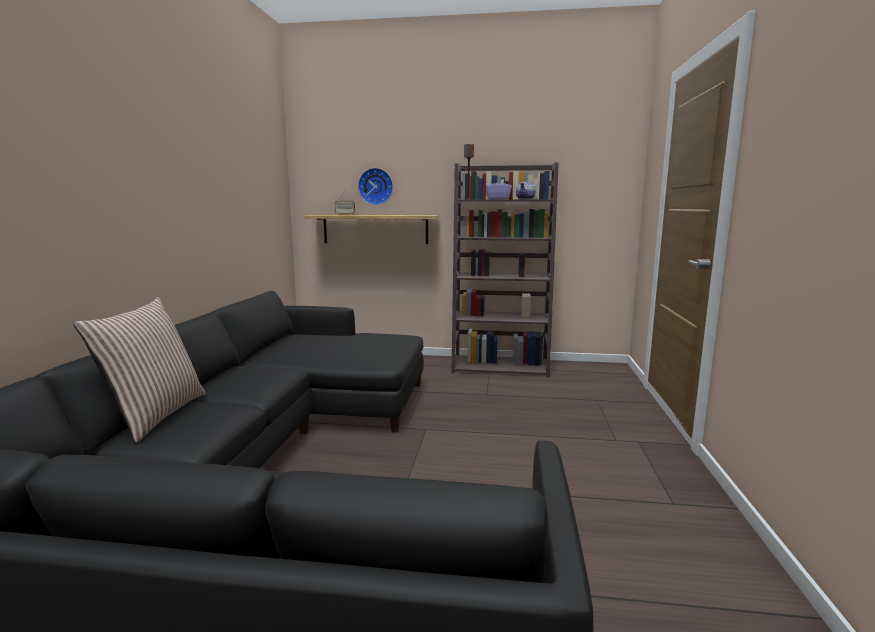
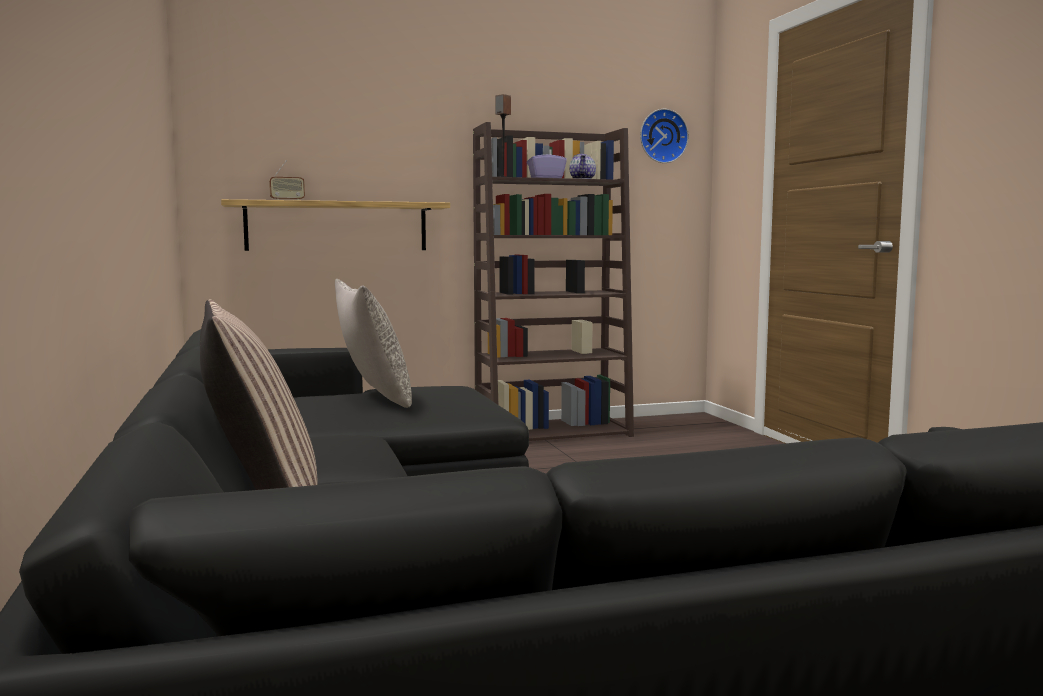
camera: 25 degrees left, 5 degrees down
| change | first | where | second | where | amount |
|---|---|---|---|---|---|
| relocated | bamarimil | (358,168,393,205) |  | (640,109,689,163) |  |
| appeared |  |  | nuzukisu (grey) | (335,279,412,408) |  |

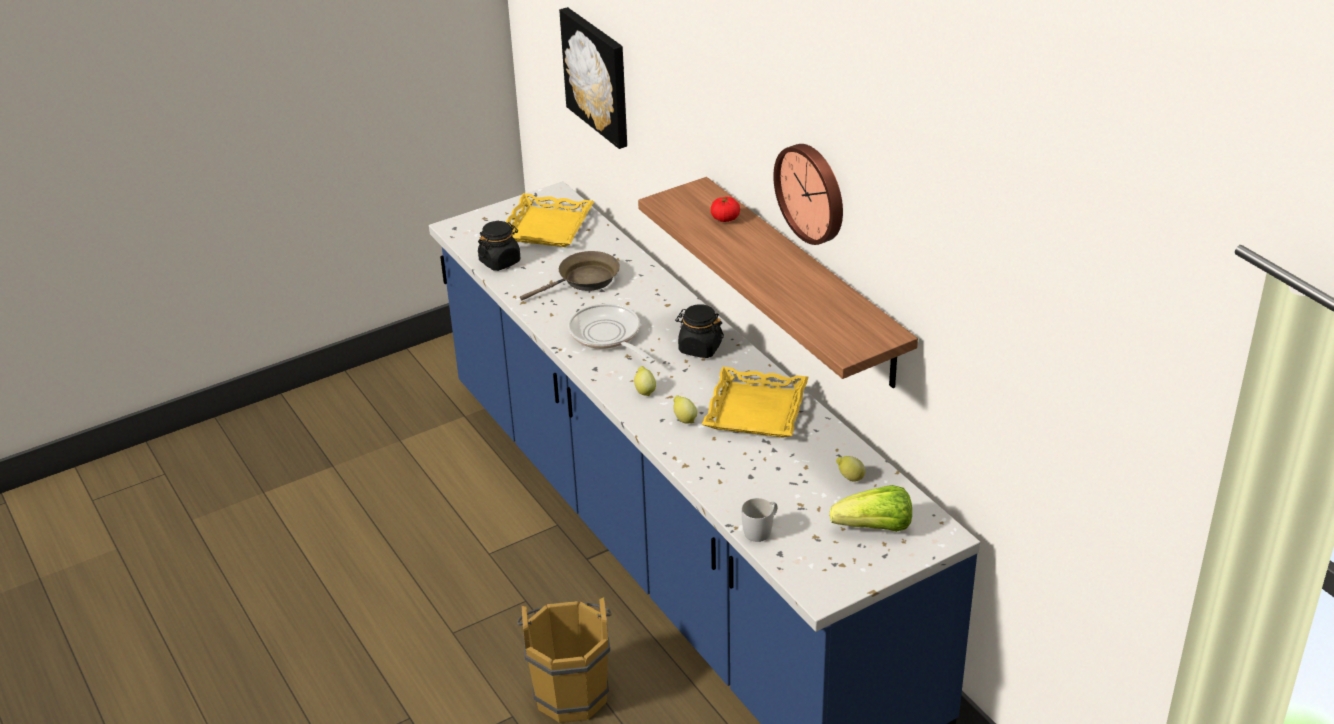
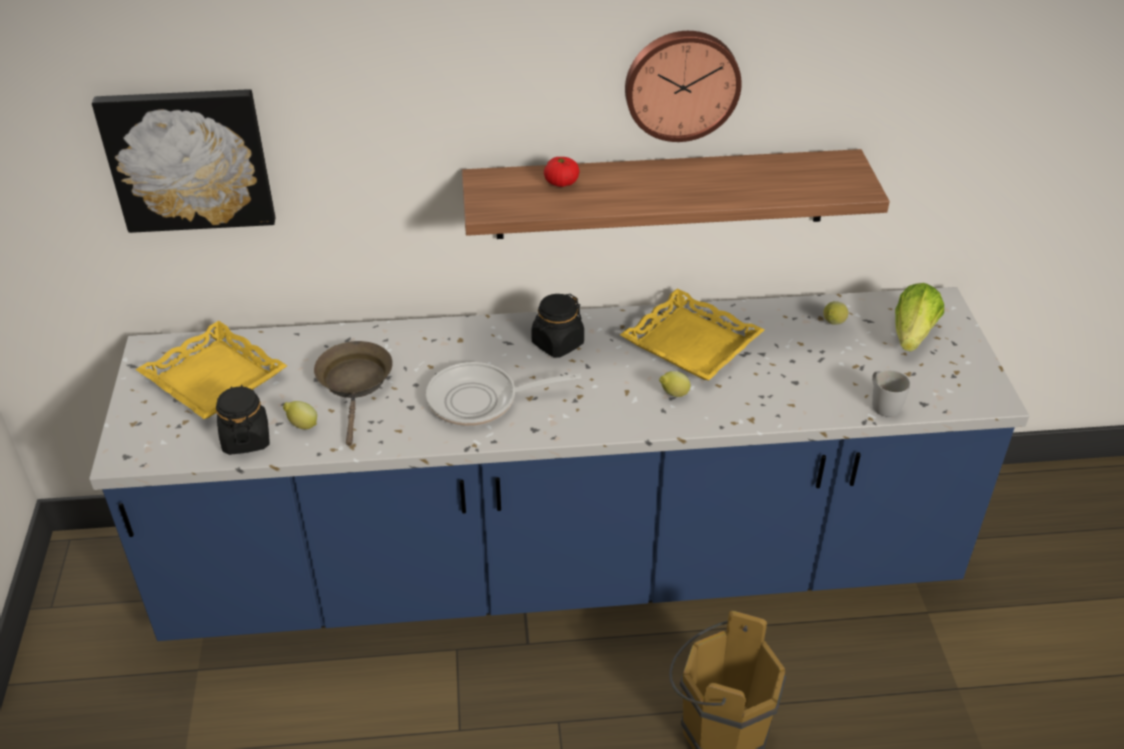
camera: 65 degrees left, 5 degrees up
| change | first | where | second | where | amount |
|---|---|---|---|---|---|
| relocated | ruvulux | (634,366,656,396) |  | (283,401,317,429) |  |

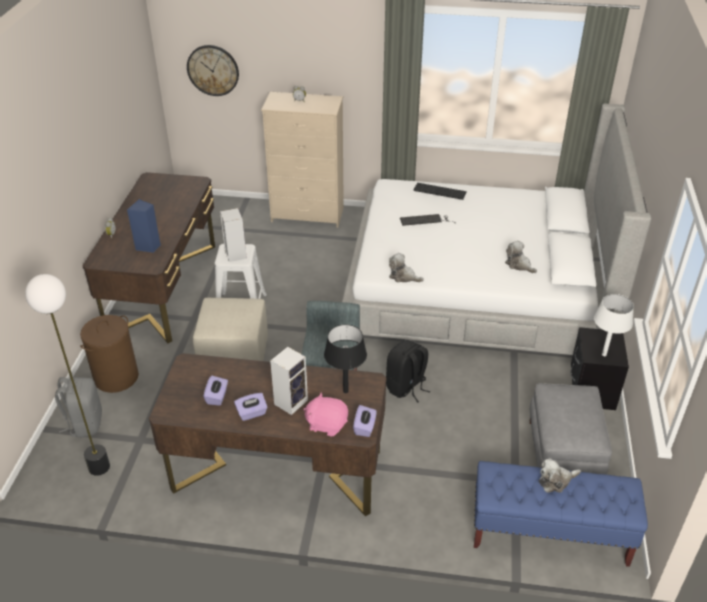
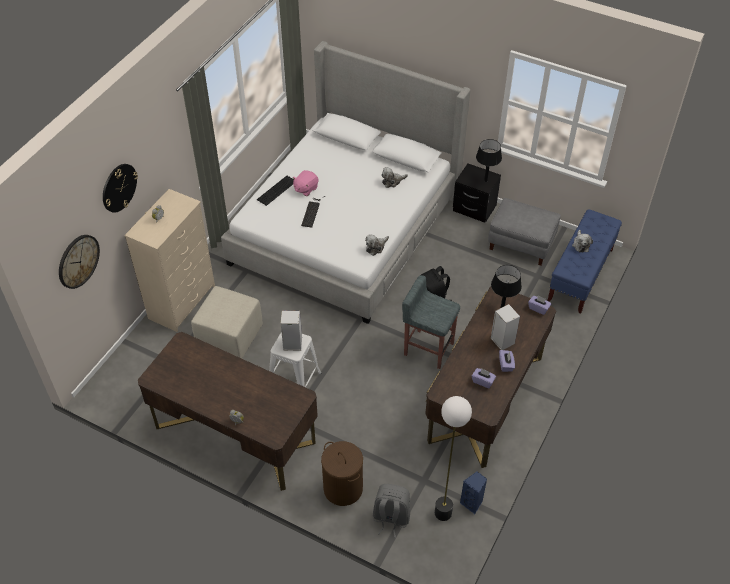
camera: 70 degrees left, 10 degrees up
| change | first | where | second | where | amount |
|---|---|---|---|---|---|
| relocated | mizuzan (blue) | (127,199,161,253) |  | (460,471,487,514) |  |
| relocated | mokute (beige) | (193,298,268,361) |  | (191,286,263,359) |  |
| relocated | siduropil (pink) | (303,392,348,437) |  | (293,170,319,196) |  |
| colour | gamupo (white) | (594,294,634,356) | gamupo (black) | (476,139,502,182) |  |
| appeared |  |  | bamarimil | (103,164,138,213) |  |

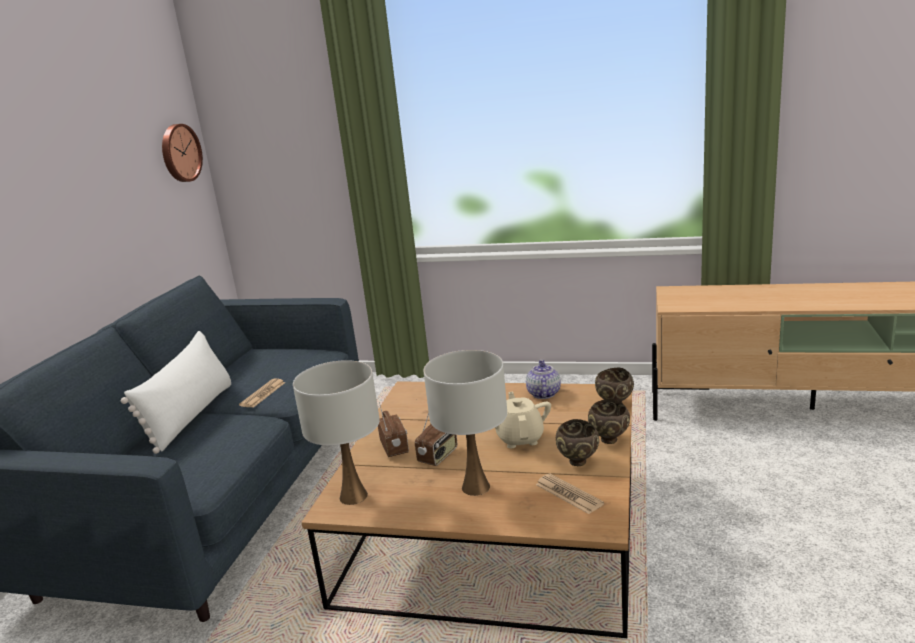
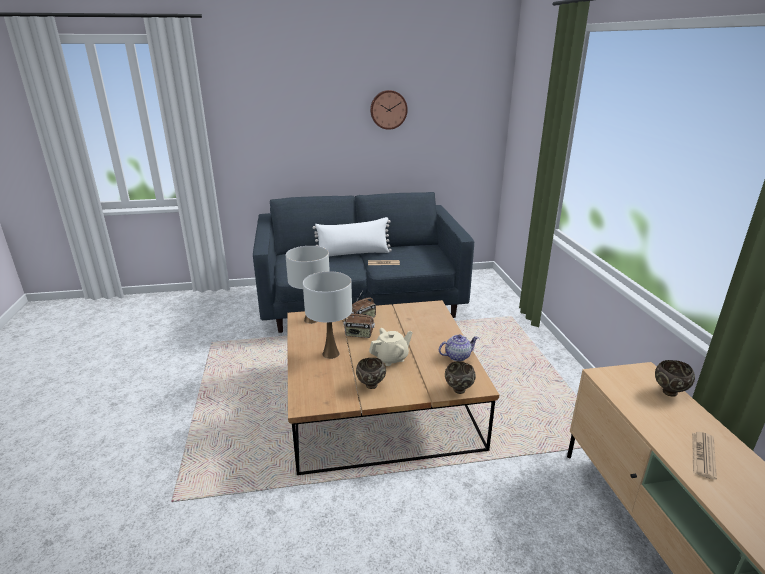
camera: 65 degrees right, 5 degrees up
| change | first | where | second | where | amount |
|---|---|---|---|---|---|
| relocated | bamarimil | (162,124,203,182) |  | (370,90,408,130) |  |
| relocated | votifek | (536,474,604,514) |  | (692,432,717,480) |  |
| relocated | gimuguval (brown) | (588,399,630,444) |  | (655,360,695,396) |  |

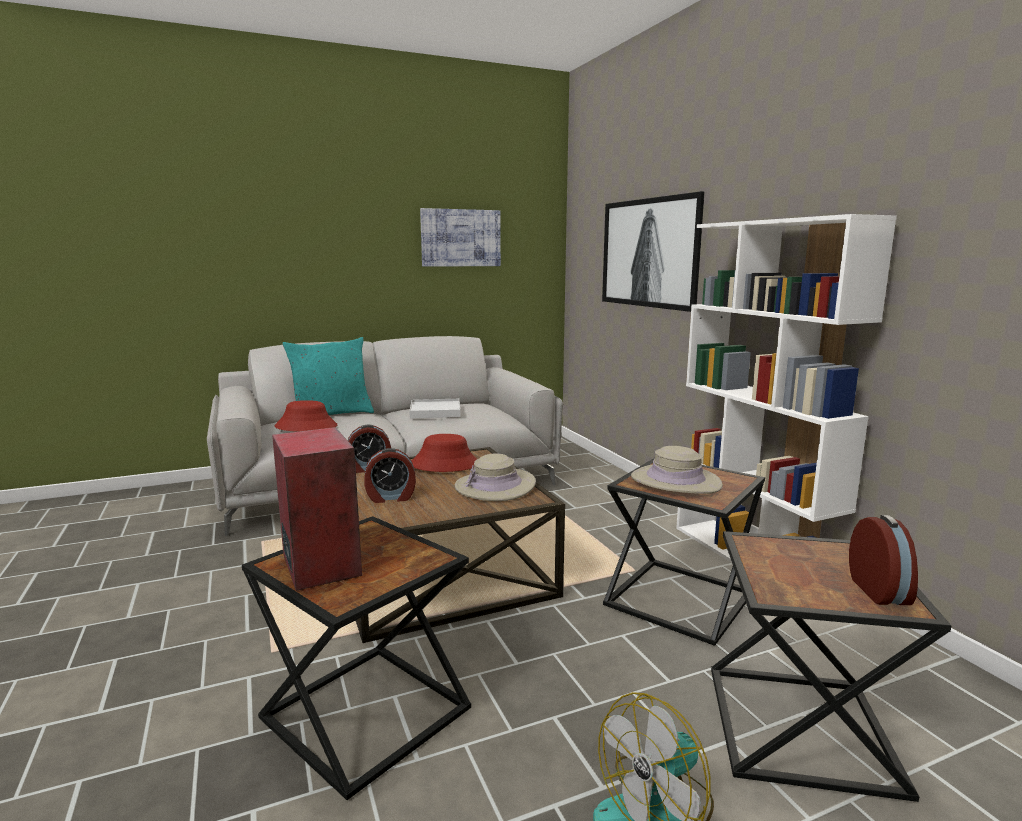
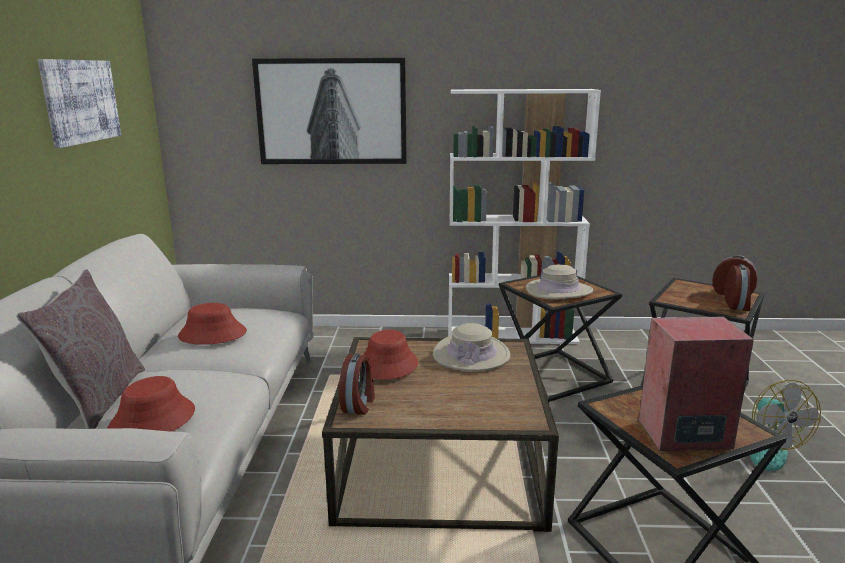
camera: 65 degrees left, 5 degrees up
| change | first | where | second | where | amount |
|---|---|---|---|---|---|
| colour | nuzukisu (turquoise) | (282,337,374,415) | nuzukisu (grey) | (16,269,145,429) |  |
| relocated | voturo | (364,448,416,503) |  | (725,264,751,311) |  |
| exchanged | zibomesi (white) | (409,399,461,418) | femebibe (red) | (178,303,247,345) |  |

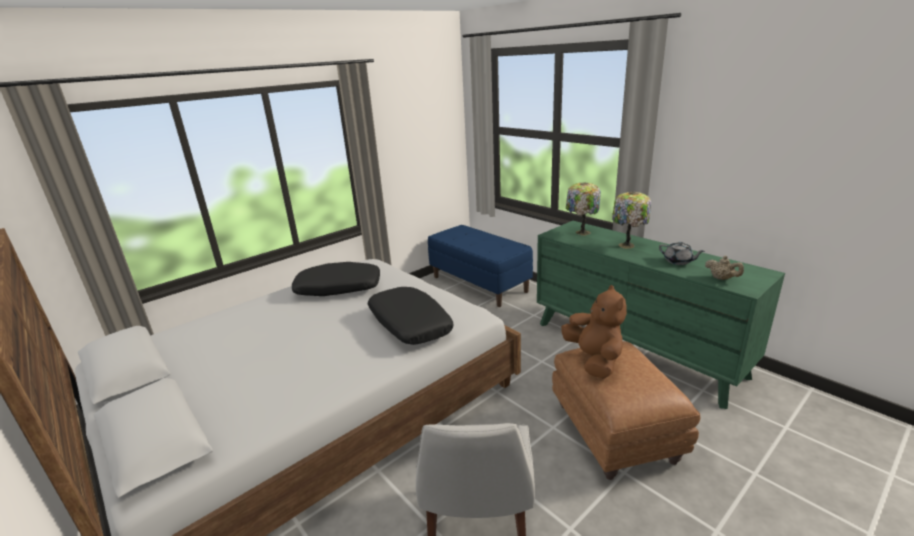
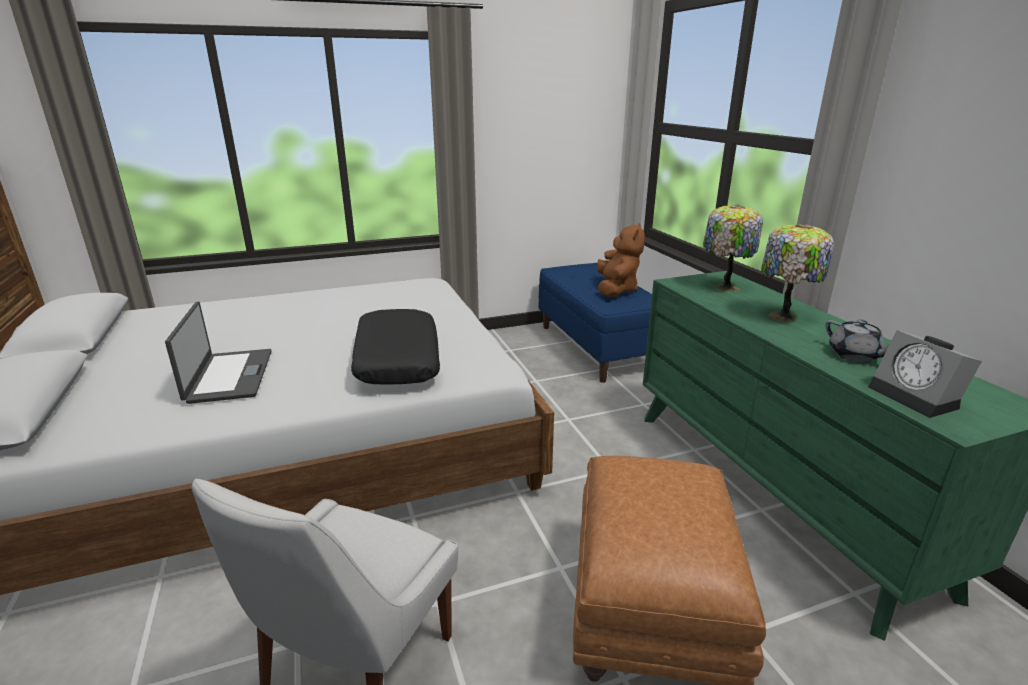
camera: 20 degrees right, 0 degrees up
| change | first | where | second | where | amount |
|---|---|---|---|---|---|
| missing | nuzukisu (black) | (292,262,380,296) |  |  |  |
| relocated | siduropil (brown) | (561,285,627,379) |  | (597,223,645,297) |  |
| exchanged | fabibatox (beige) | (705,256,744,280) | voturo | (868,330,982,418) |  |
| appeared |  |  | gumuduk | (165,301,272,404) |  |

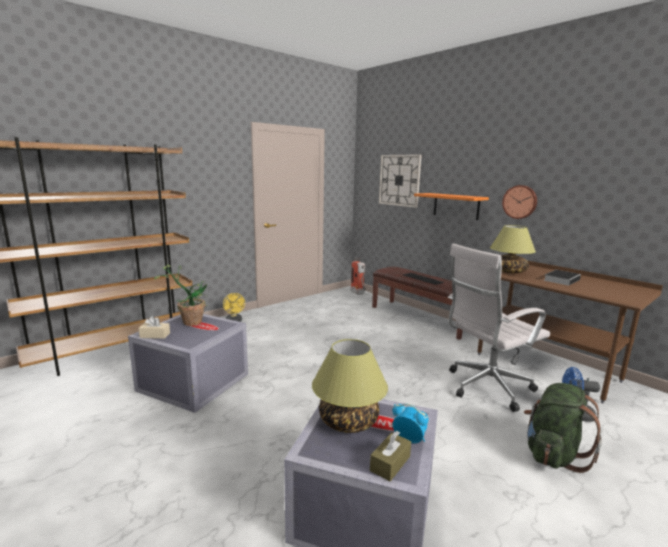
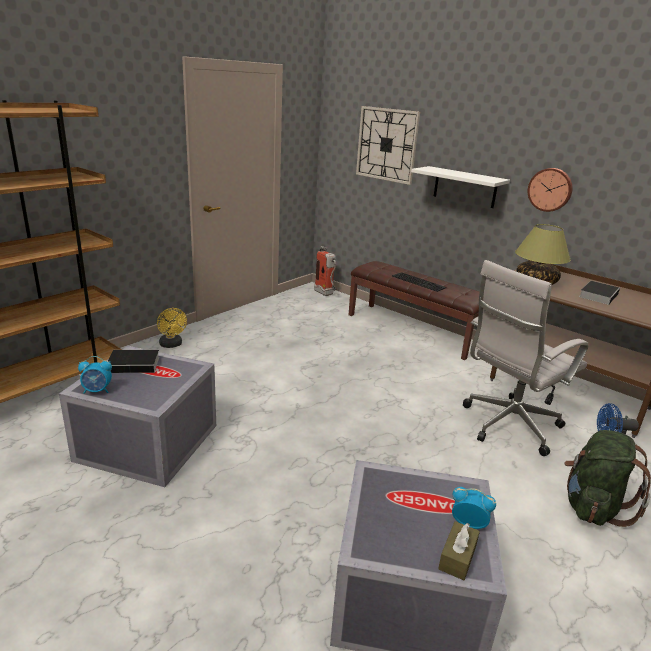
camera: 10 degrees left, 10 degrees up
| change | first | where | second | where | amount |
|---|---|---|---|---|---|
| exchanged | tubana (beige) | (139,316,170,339) | voturo | (78,356,112,394) |  |
| exchanged | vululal | (154,264,207,326) | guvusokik | (108,350,164,373) |  |
| missing | gamupo | (312,339,388,433) |  |  |  |
| colour | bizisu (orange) | (414,193,489,220) | bizisu (white) | (411,166,510,208) |  |

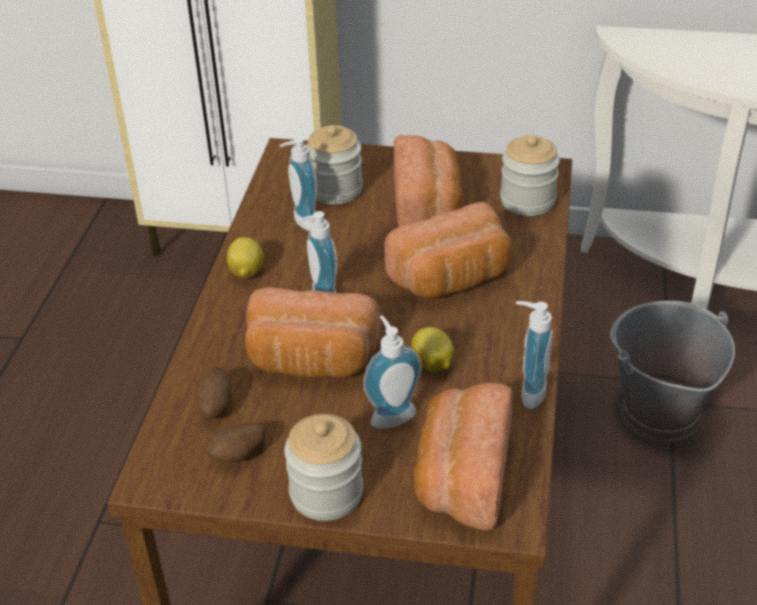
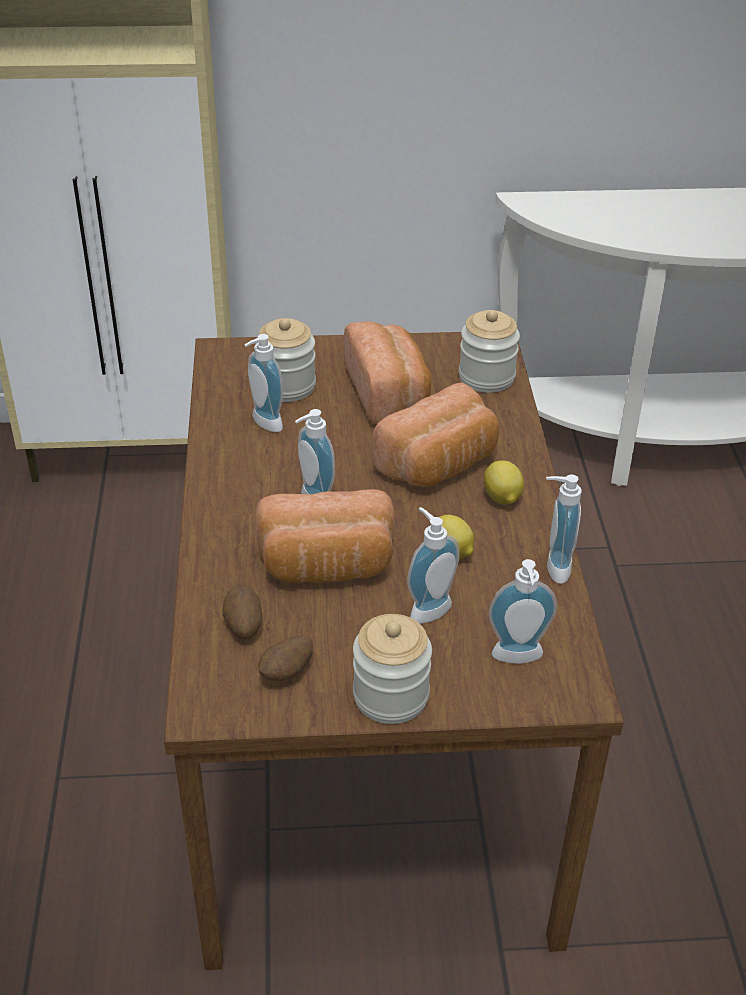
camera: 15 degrees left, 0 degrees up
| change | first | where | second | where | amount |
|---|---|---|---|---|---|
| relocated | ruvulux | (227,237,264,278) |  | (484,460,524,505) |  |
| exchanged | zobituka | (414,383,513,531) | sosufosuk | (488,559,557,664) |  |
| missing | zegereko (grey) | (610,301,735,441) |  |  |  |

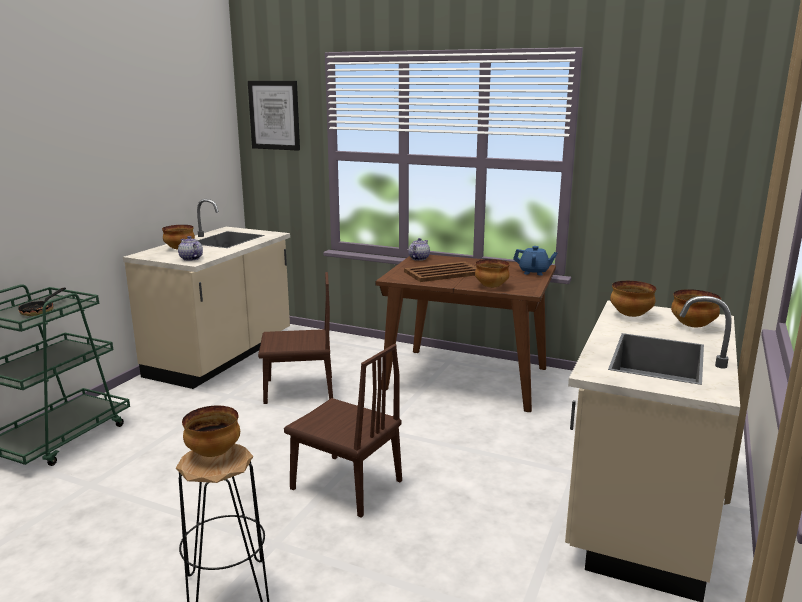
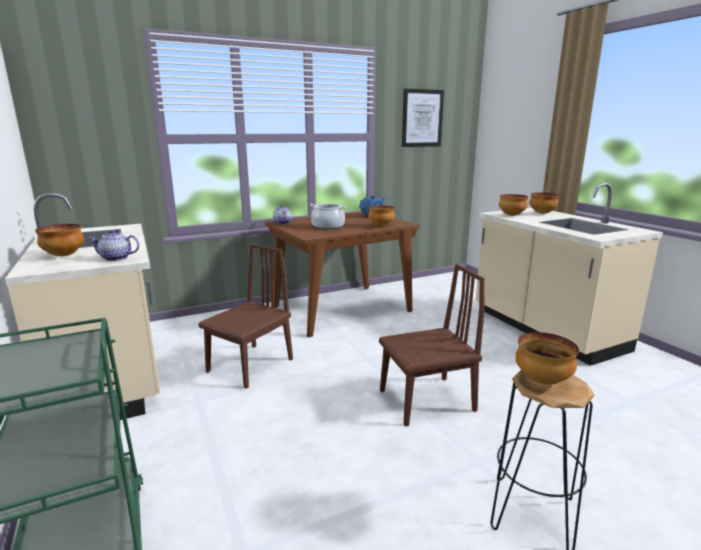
camera: 50 degrees left, 0 degrees up
| change | first | where | second | where | amount |
|---|---|---|---|---|---|
| missing | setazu | (18,288,66,316) |  |  |  |
| relocated | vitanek | (248,81,300,151) |  | (402,89,444,147) |  |
| exchanged | zibomesi (brown) | (404,261,477,282) | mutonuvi | (310,203,346,229) |  |

